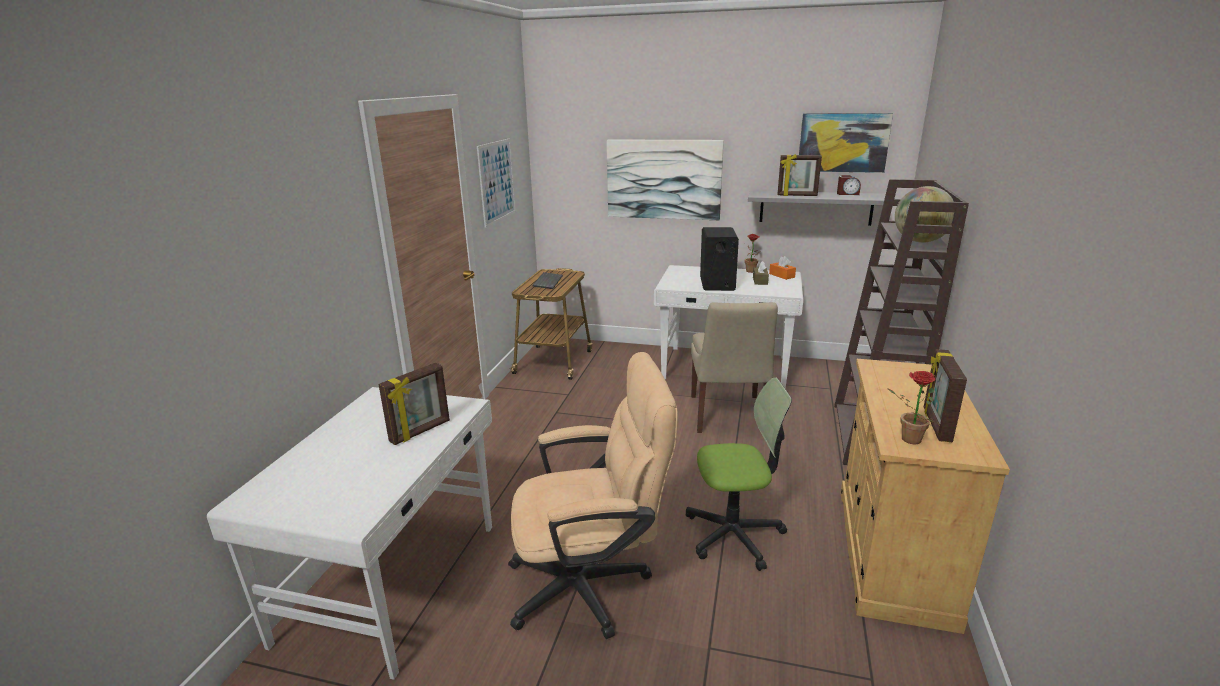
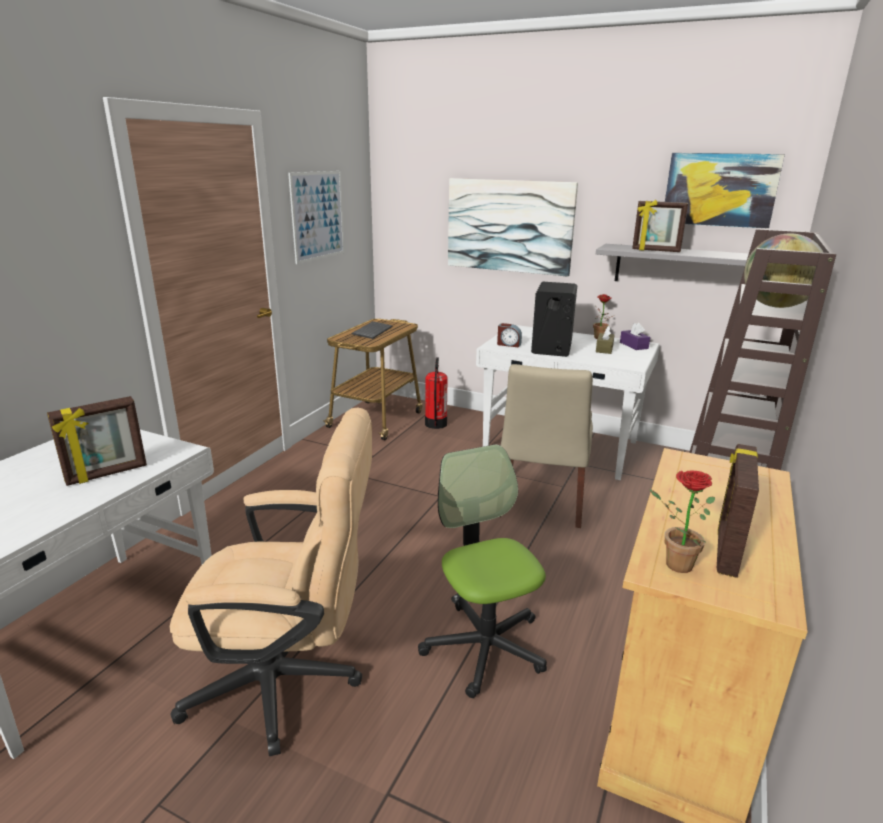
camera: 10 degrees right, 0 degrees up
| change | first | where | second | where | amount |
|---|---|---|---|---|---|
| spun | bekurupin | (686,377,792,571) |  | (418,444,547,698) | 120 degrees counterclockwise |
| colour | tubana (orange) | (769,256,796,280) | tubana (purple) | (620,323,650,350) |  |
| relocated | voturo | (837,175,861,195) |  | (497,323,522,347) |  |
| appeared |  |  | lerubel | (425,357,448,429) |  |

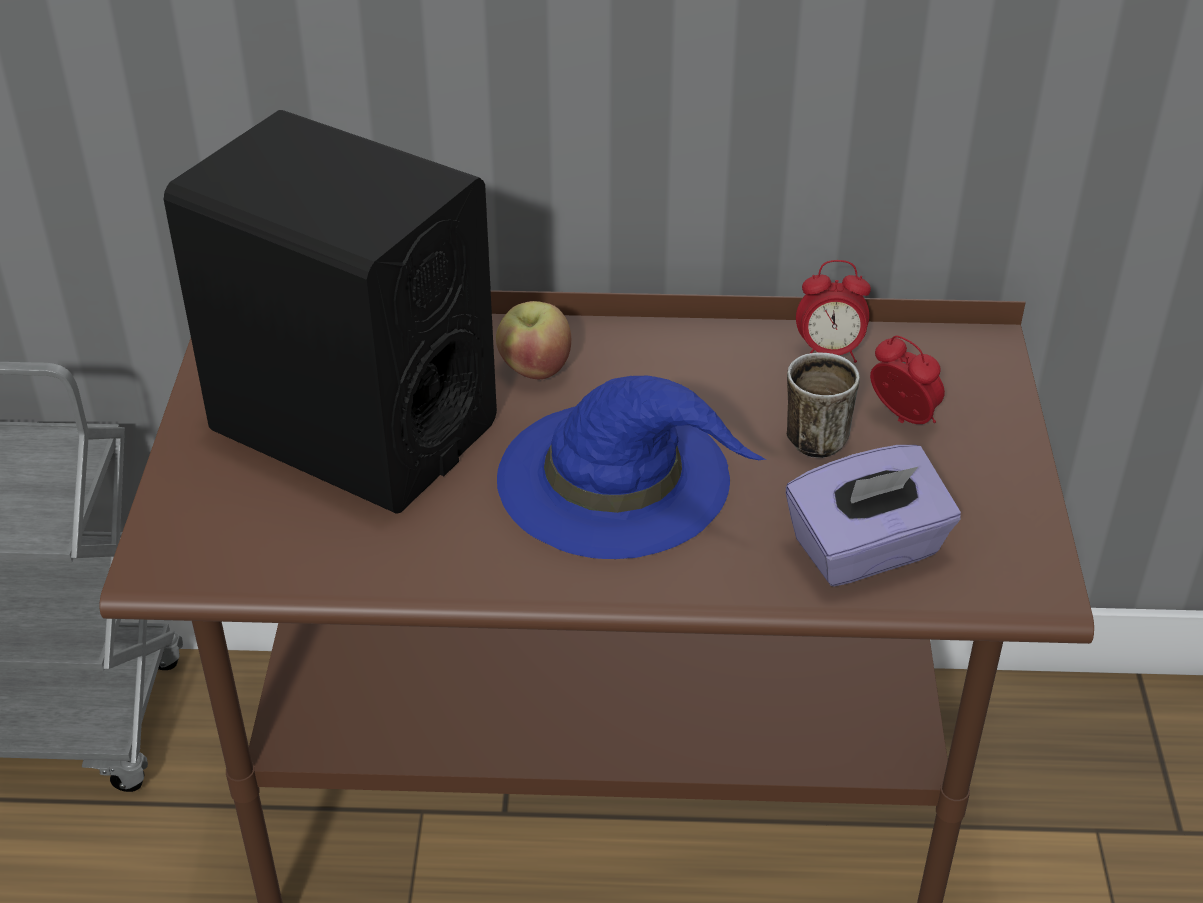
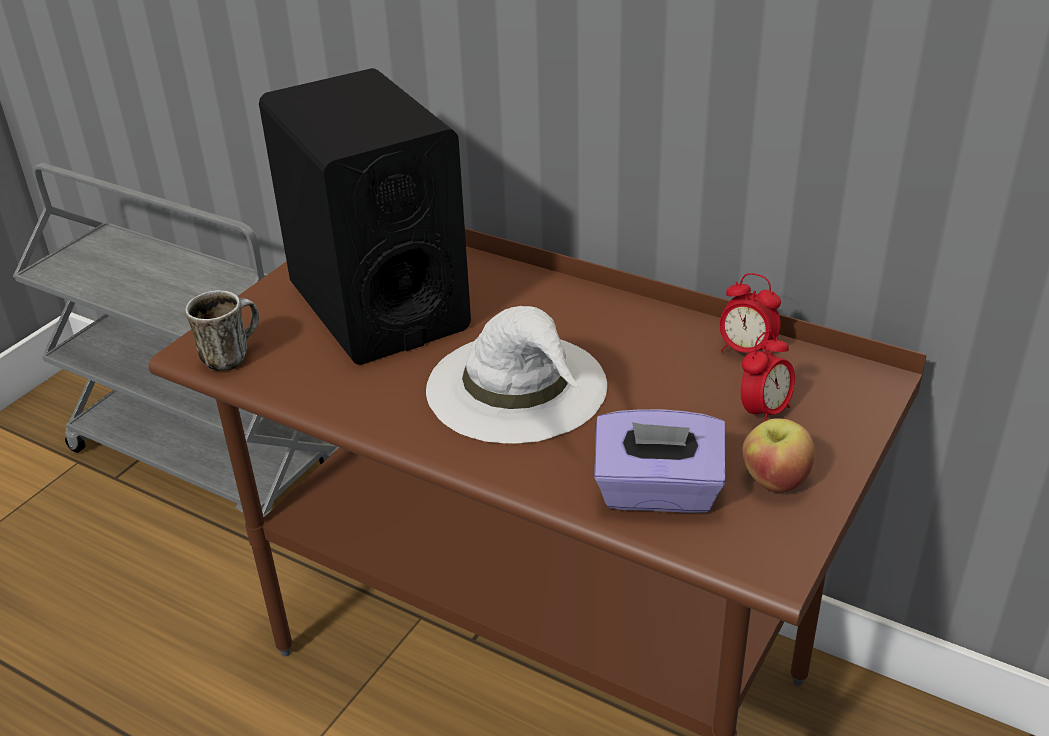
camera: 30 degrees right, 5 degrees down
| change | first | where | second | where | amount |
|---|---|---|---|---|---|
| relocated | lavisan | (496,301,571,379) |  | (742,418,815,493) |  |
| colour | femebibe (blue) | (497,375,767,559) | femebibe (white) | (426,306,607,444) |  |
| relocated | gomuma | (787,353,860,458) |  | (185,290,259,371) |  |
| spun | voturo | (870,336,945,424) |  | (741,331,795,421) | 60 degrees clockwise |

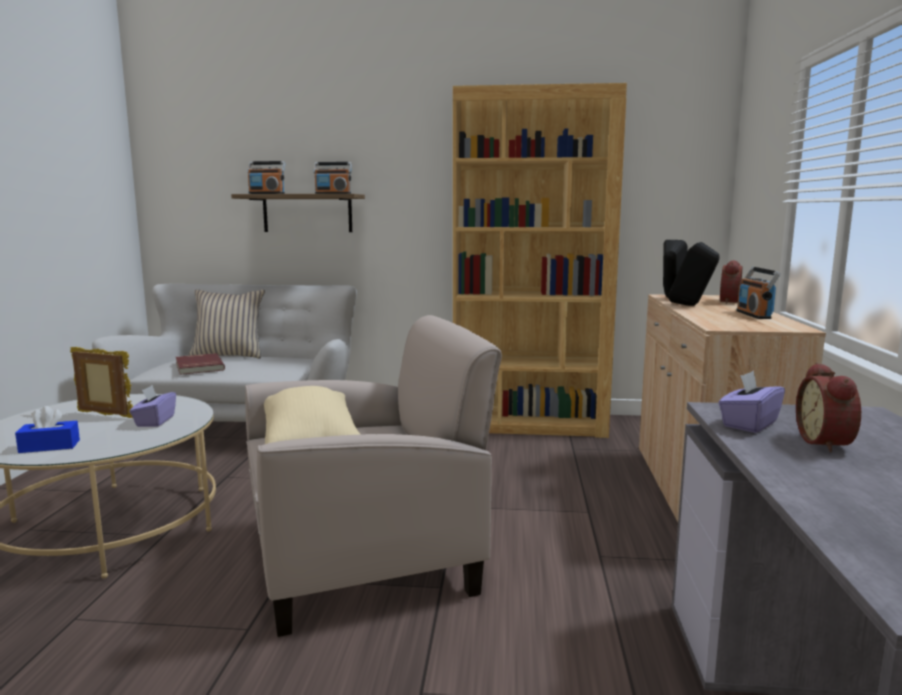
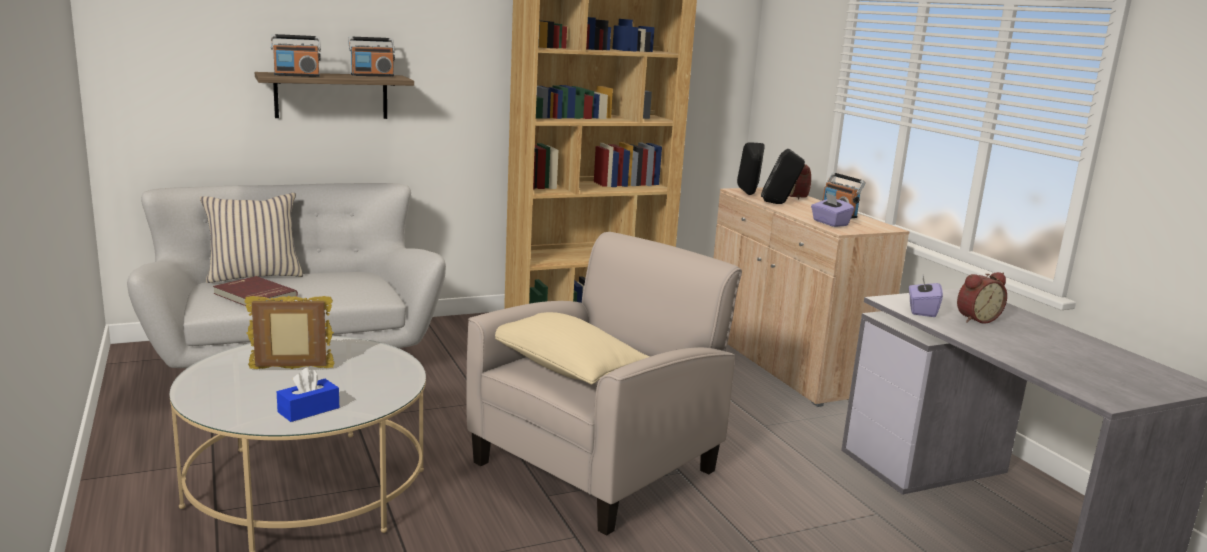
camera: 30 degrees left, 5 degrees up
| change | first | where | second | where | amount |
|---|---|---|---|---|---|
| relocated | tubana (purple) | (129,385,176,427) |  | (811,193,855,227) |  |
| spun | voturo | (796,363,861,453) |  | (957,272,1007,324) | 90 degrees counterclockwise |

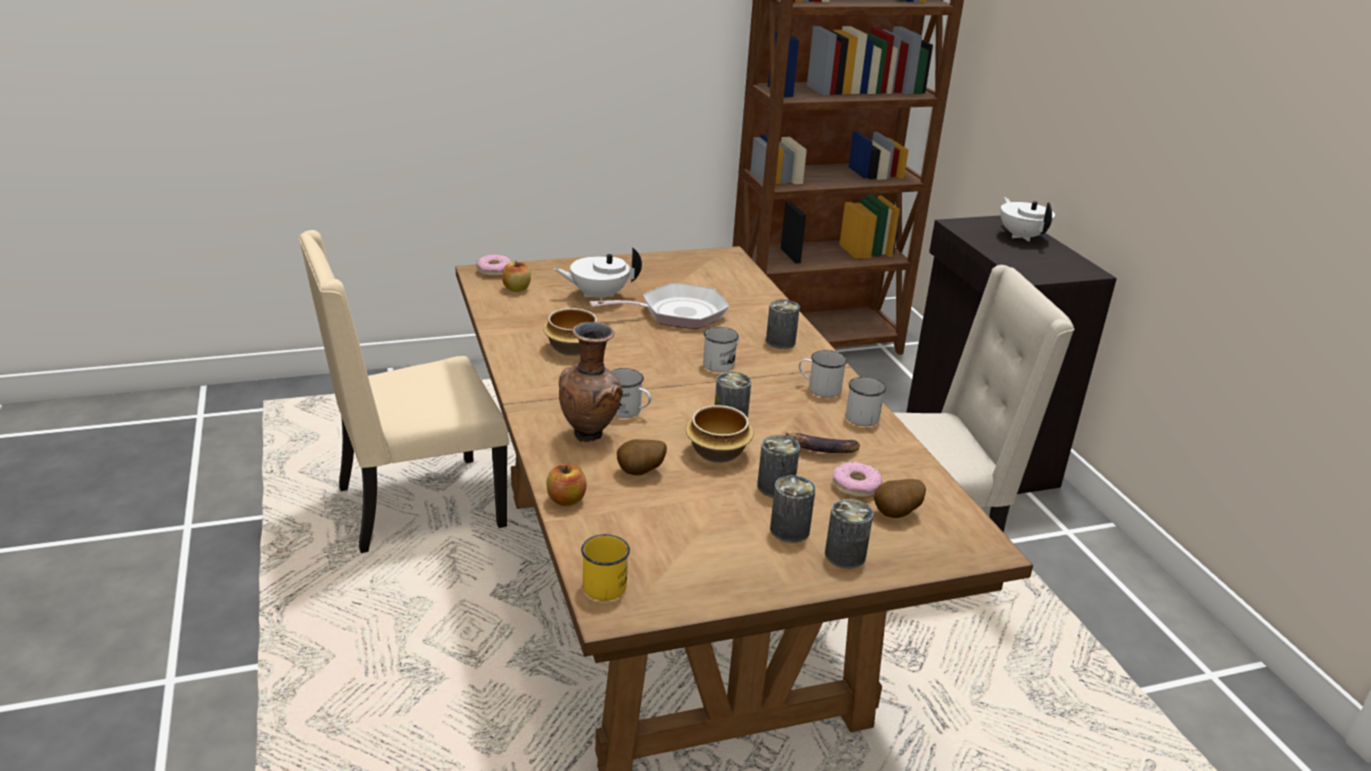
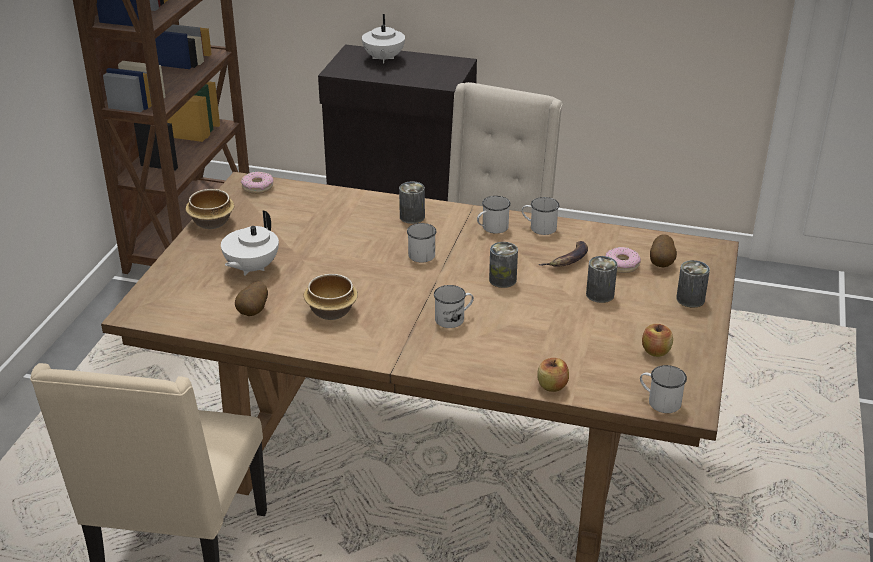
camera: 55 degrees left, 5 degrees up
| change | first | where | second | where | amount |
|---|---|---|---|---|---|
| relocated | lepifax | (476,254,512,277) |  | (241,171,274,194) |  |
| relocated | lavisan | (502,261,531,292) |  | (642,324,673,357) |  |
| missing | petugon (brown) | (559,322,623,442) |  |  |  |
| colour | gomuma (yellow) | (581,534,630,601) | gomuma (white) | (640,365,687,413) |  |
| missing | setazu | (589,283,729,329) |  |  |  |
| relocated | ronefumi | (617,439,667,475) |  | (235,281,268,316) |  |
| relocated | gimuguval | (686,405,754,463) |  | (185,189,234,229) |  |
| missing | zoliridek | (770,475,816,543) |  |  |  |
| spun | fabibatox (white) | (1000,197,1055,242) |  | (362,14,405,64) | 105 degrees counterclockwise |

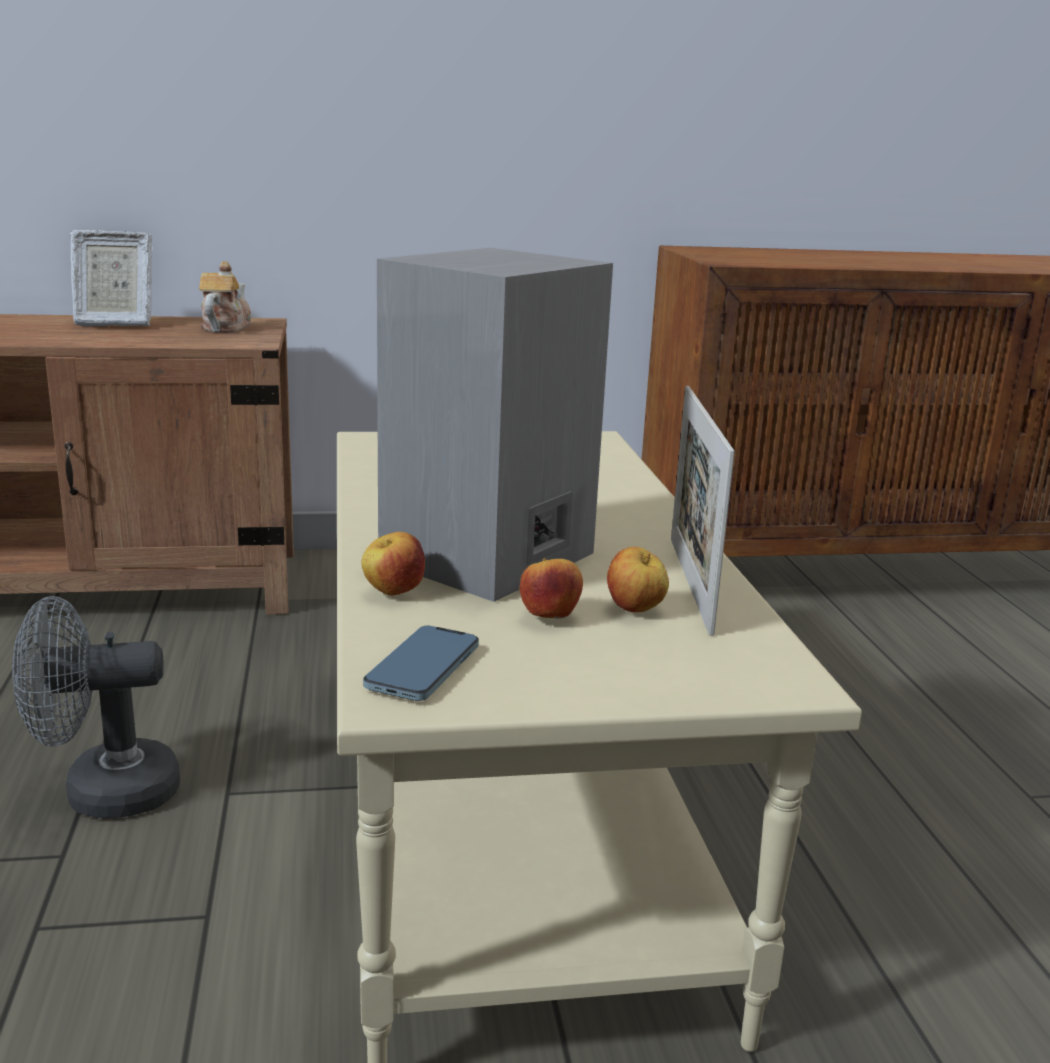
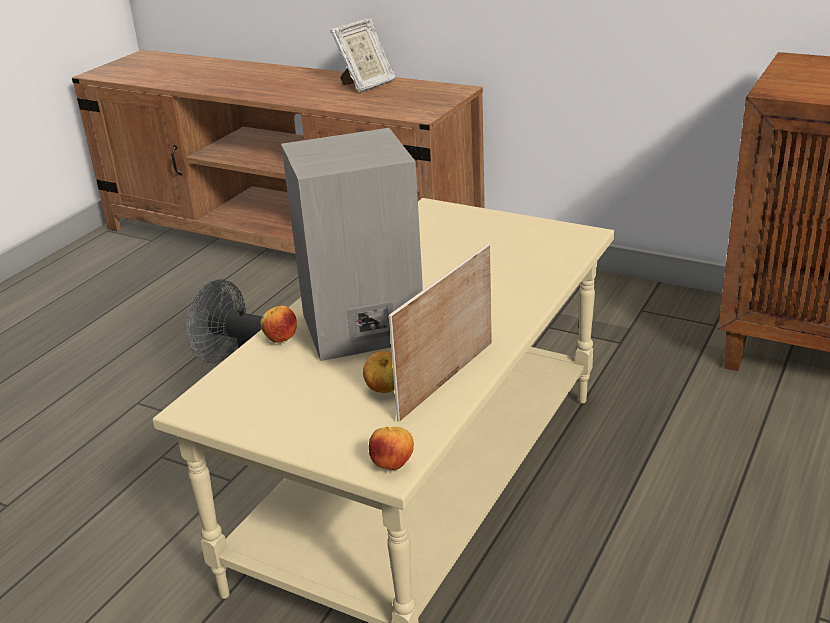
camera: 40 degrees right, 10 degrees up
| change | first | where | second | where | amount |
|---|---|---|---|---|---|
| spun | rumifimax | (70,230,153,326) |  | (331,19,395,92) | 75 degrees counterclockwise |
| missing | fabibatox | (199,261,251,332) |  |  |  |
| missing | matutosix | (363,626,479,701) |  |  |  |
| relocated | lavisan | (520,558,583,618) |  | (369,427,414,470) |  |

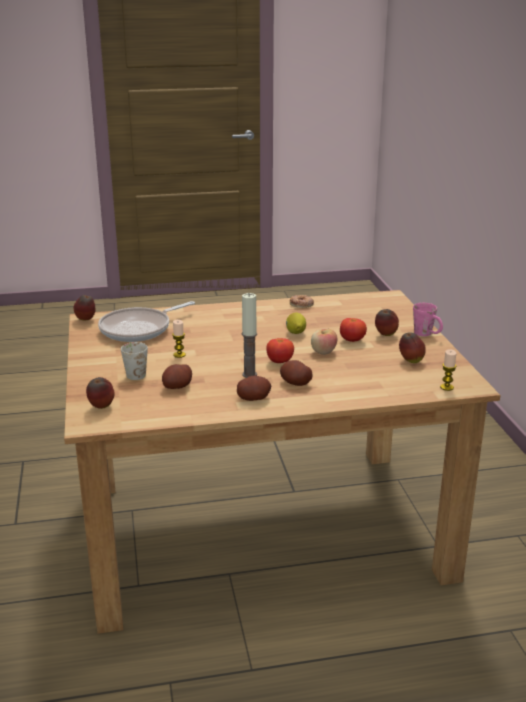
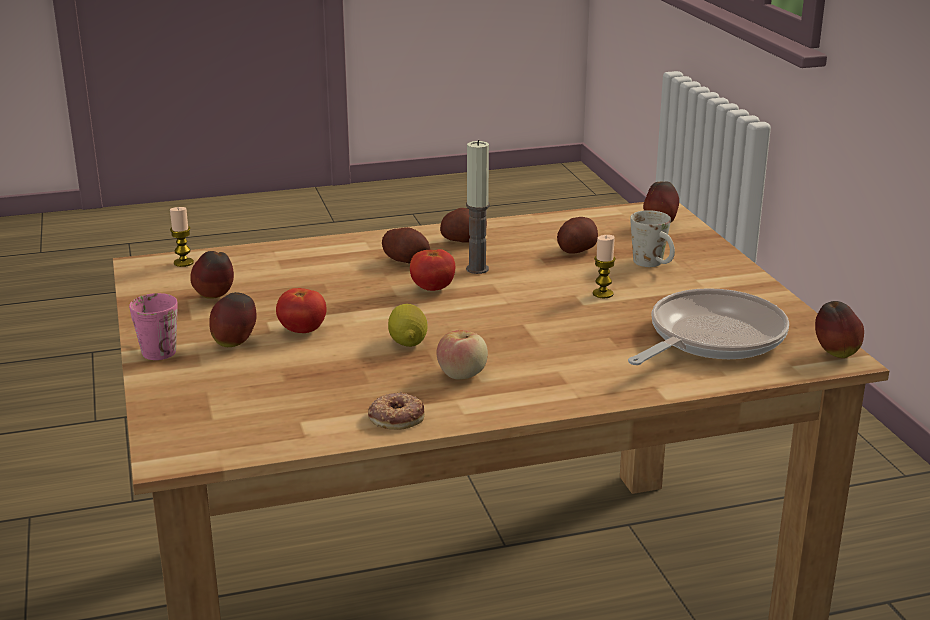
camera: 175 degrees right, 0 degrees up
| change | first | where | second | where | amount |
|---|---|---|---|---|---|
| relocated | lavisan | (311,328,338,355) |  | (437,330,488,380) |  |

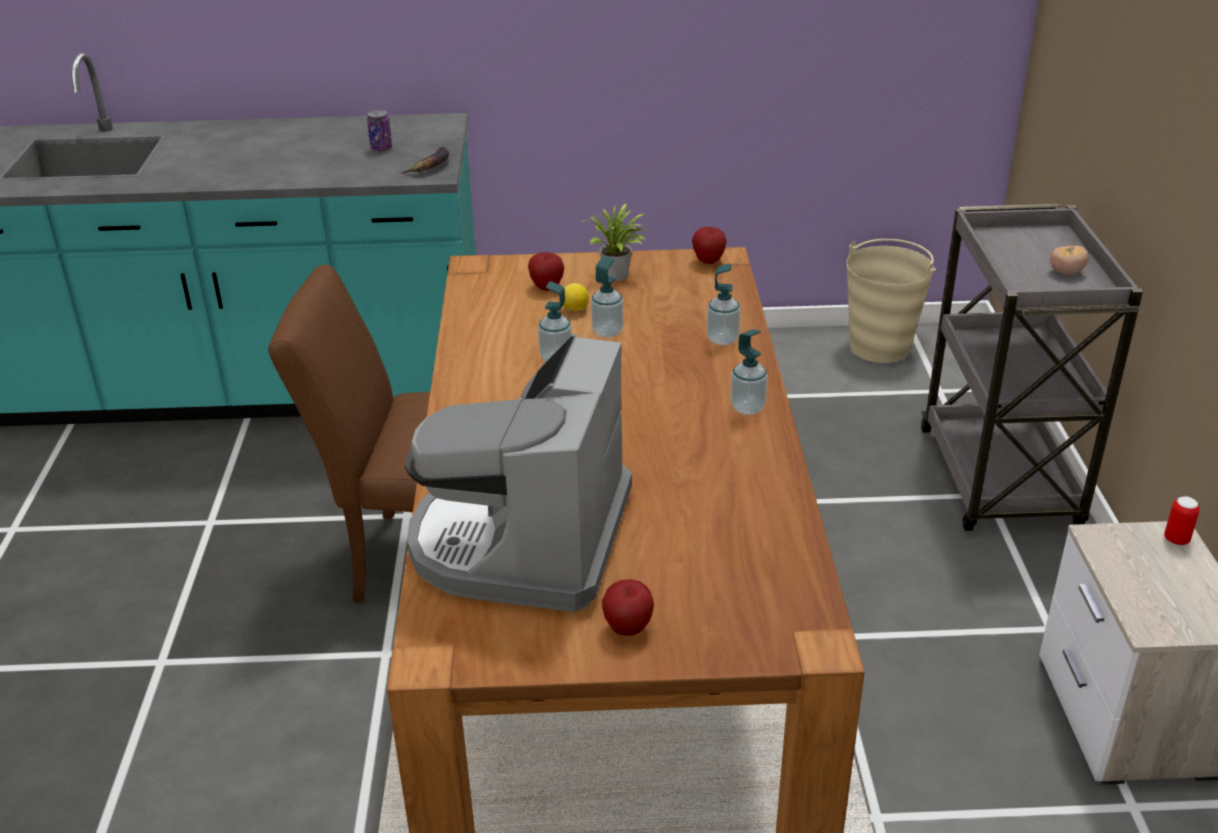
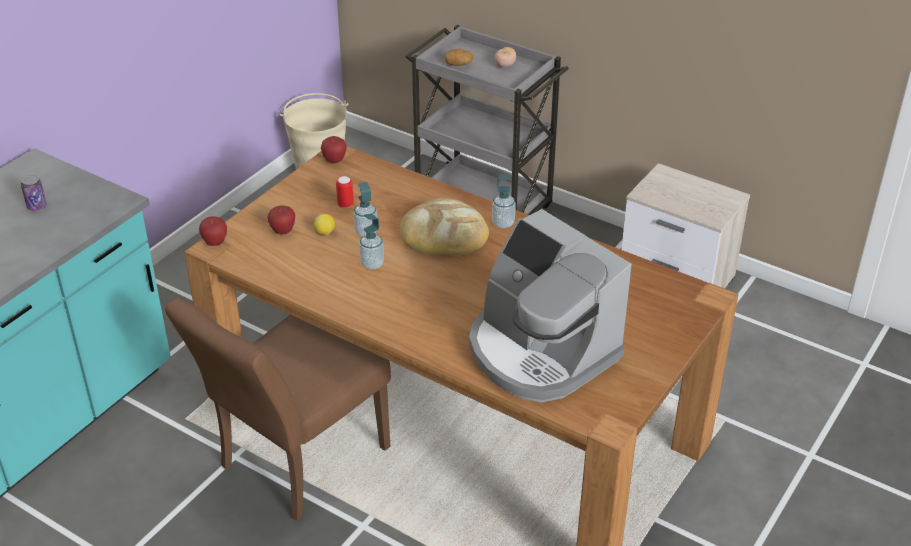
camera: 55 degrees left, 5 degrees up
| change | first | where | second | where | amount |
|---|---|---|---|---|---|
| missing | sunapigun | (400,147,450,174) |  |  |  |
| missing | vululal | (580,203,650,281) |  |  |  |
| relocated | lavisan | (602,579,654,636) |  | (199,216,227,246) |  |
| missing | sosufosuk | (707,264,741,345) |  |  |  |
| relocated | zoliridek | (1164,496,1200,545) |  | (336,176,354,208) |  |
| appeared |  |  | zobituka | (400,198,489,255) |  |
| appeared |  |  | ronefumi | (444,49,473,66) |  |

